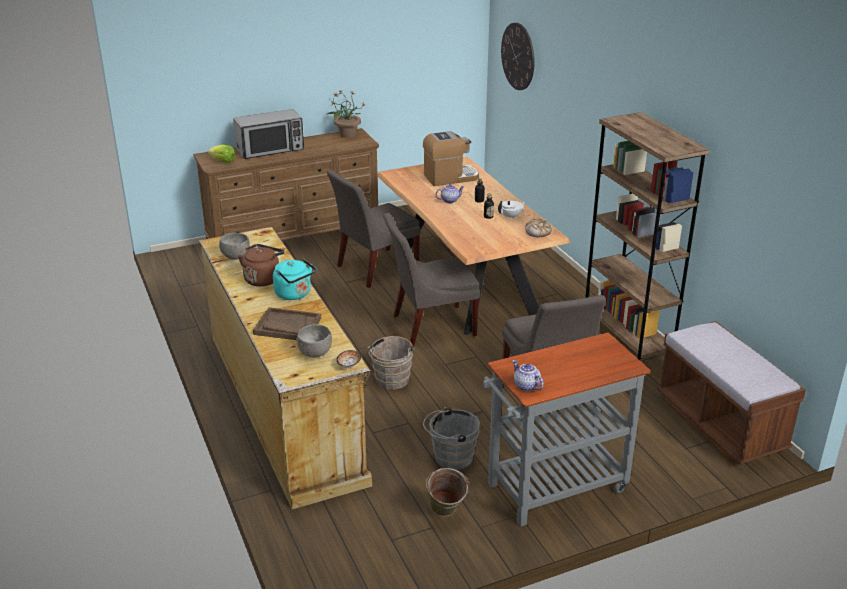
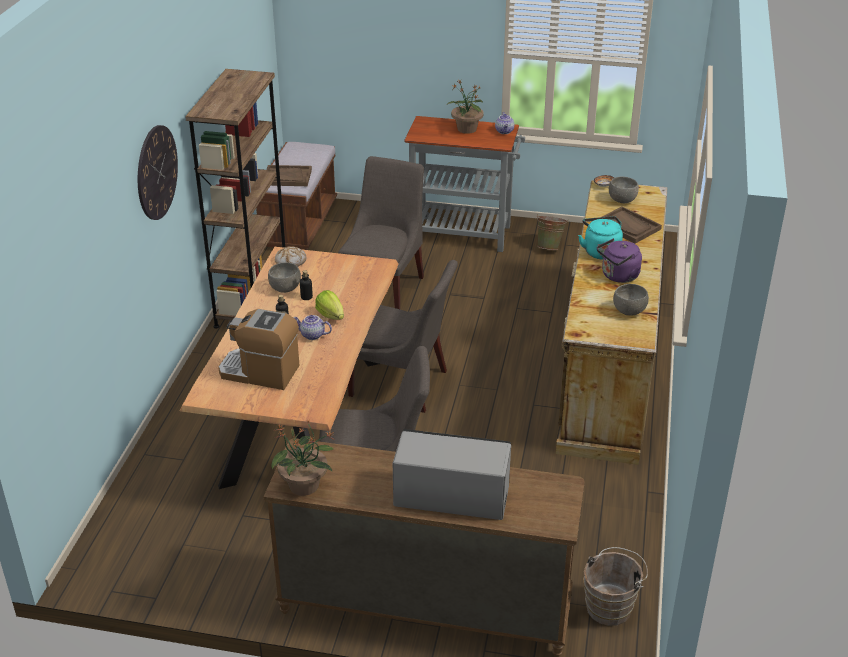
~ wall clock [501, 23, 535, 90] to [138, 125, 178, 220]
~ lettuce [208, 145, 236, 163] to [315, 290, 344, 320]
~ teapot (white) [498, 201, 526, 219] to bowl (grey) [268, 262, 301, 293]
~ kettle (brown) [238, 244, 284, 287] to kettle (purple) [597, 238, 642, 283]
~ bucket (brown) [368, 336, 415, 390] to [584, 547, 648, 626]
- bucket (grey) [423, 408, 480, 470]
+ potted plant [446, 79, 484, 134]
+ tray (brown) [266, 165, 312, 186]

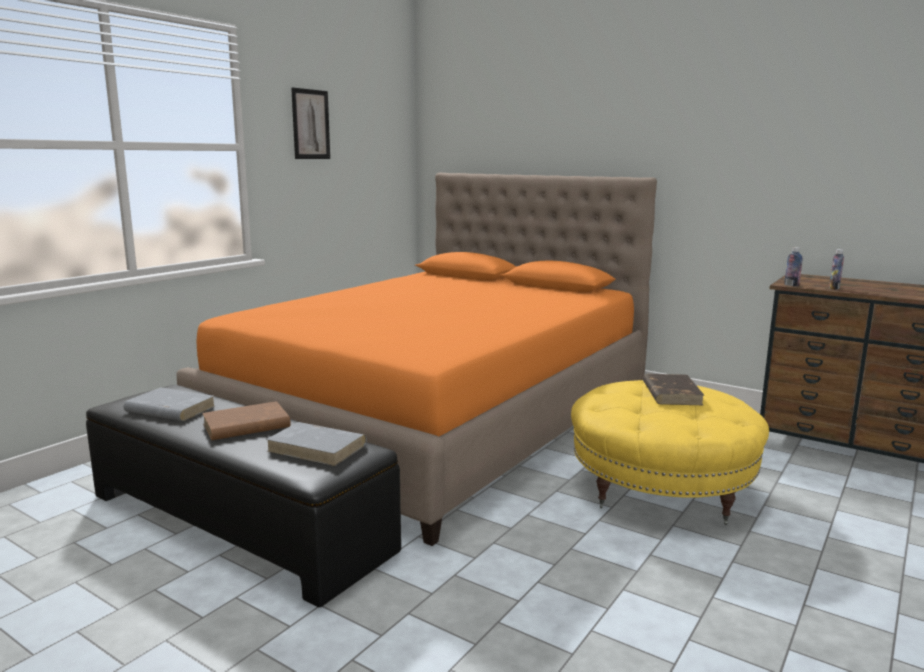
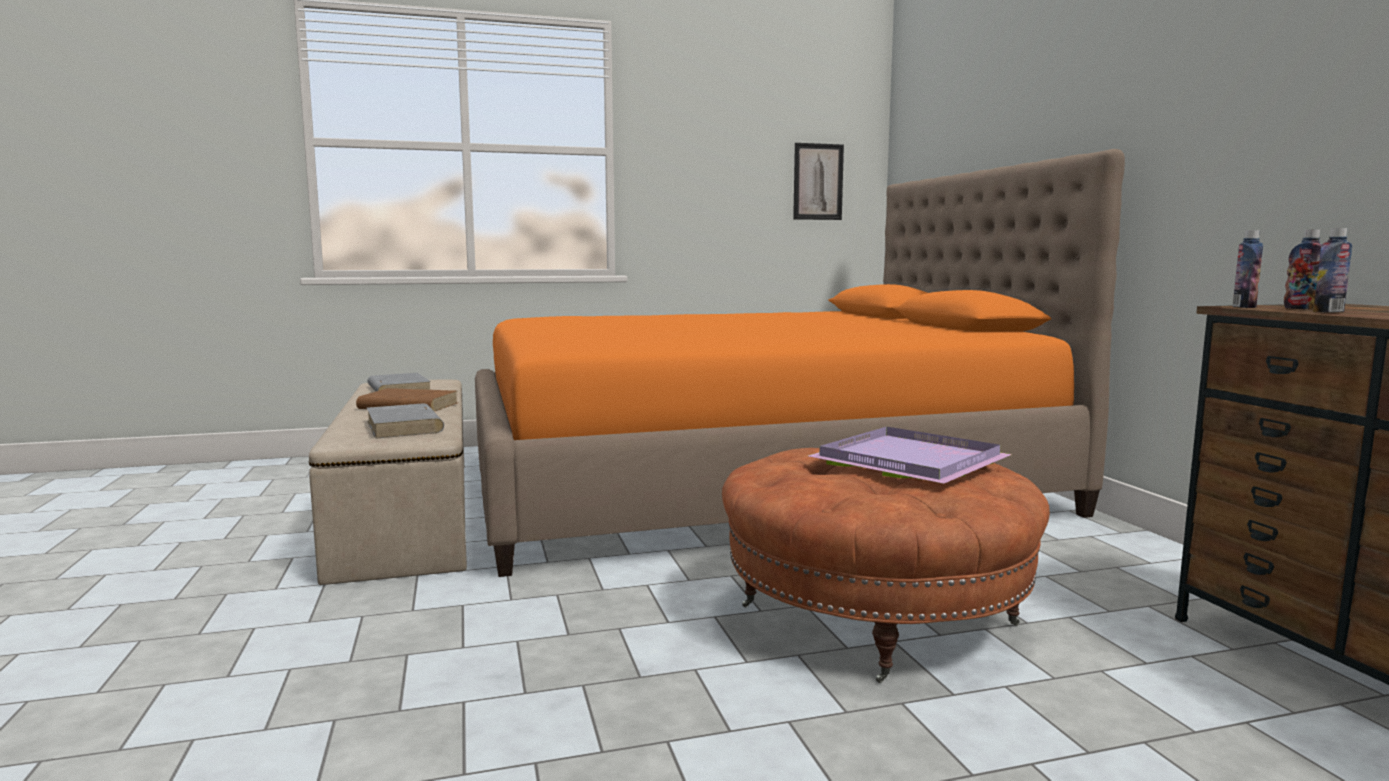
~ picture [291, 87, 330, 159] to [793, 143, 844, 220]
~ book (brown) [643, 374, 705, 405] to tray (purple) [808, 427, 1012, 484]
~ ottoman (yellow) [571, 380, 769, 525] to ottoman (brown) [722, 448, 1050, 683]
~ bench (black) [86, 385, 401, 607] to bench (beige) [309, 380, 467, 585]
+ bottle [1284, 230, 1322, 309]

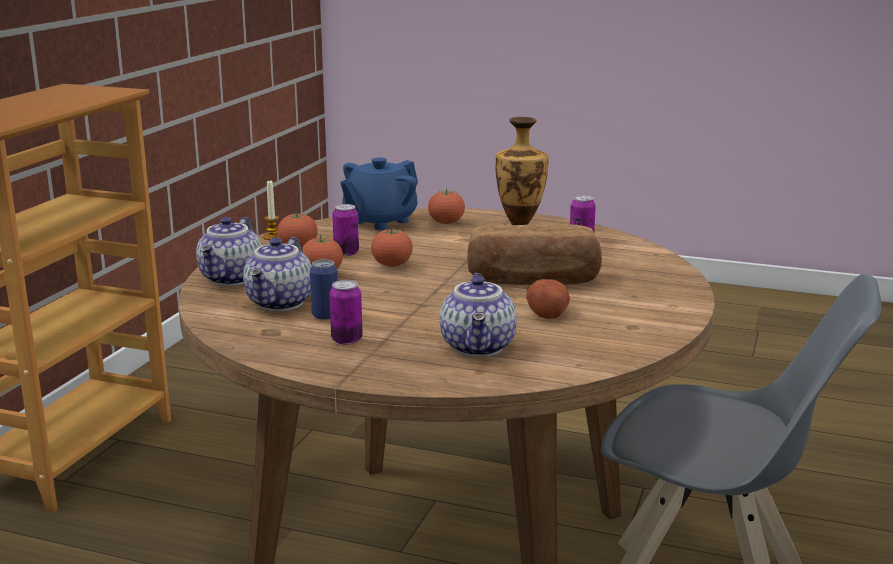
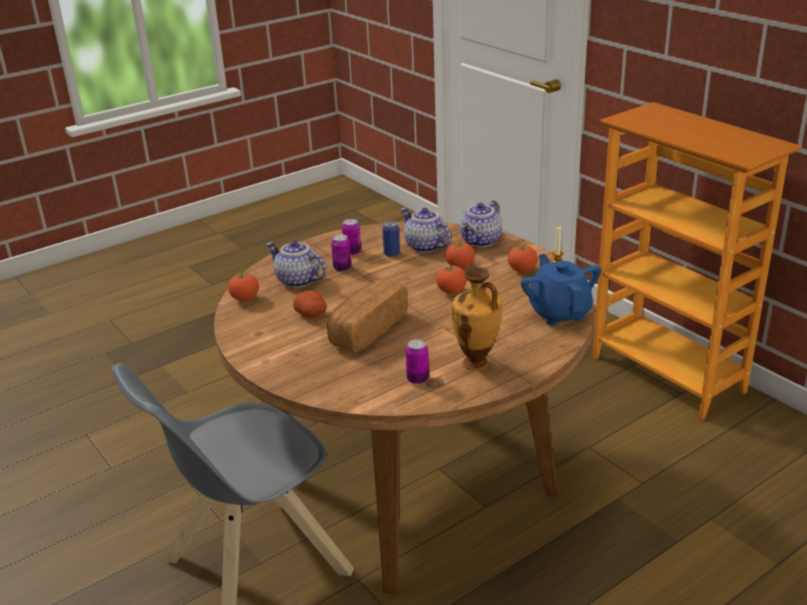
~ tomato [428, 188, 465, 224] to [228, 273, 259, 301]
~ can [332, 204, 359, 256] to [331, 234, 351, 272]
~ teapot [196, 217, 262, 286] = [460, 200, 502, 247] 105 degrees counterclockwise

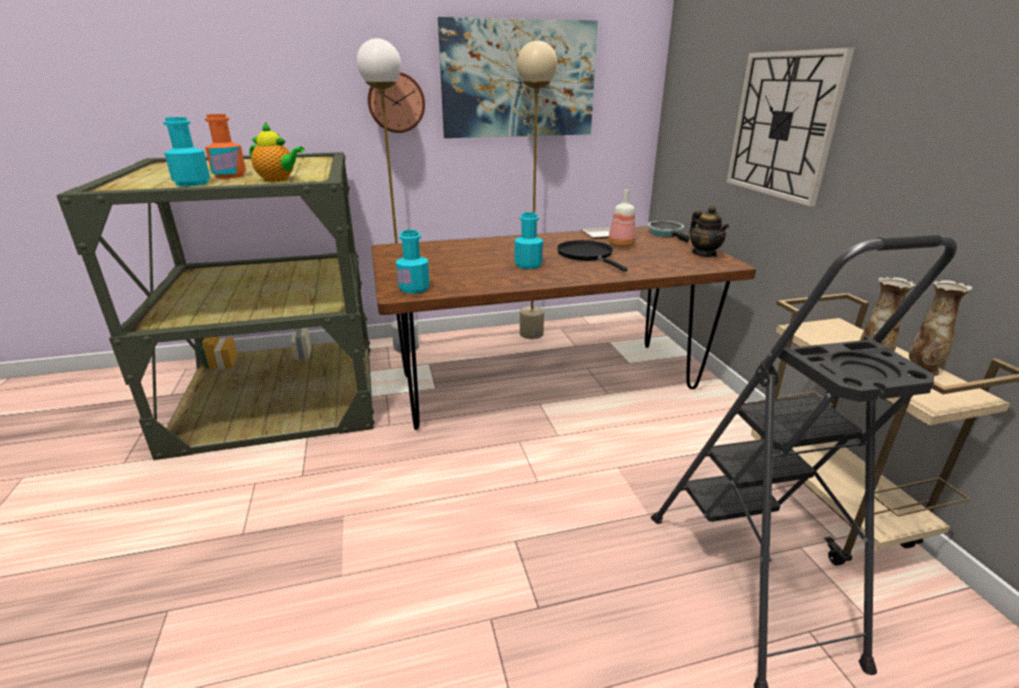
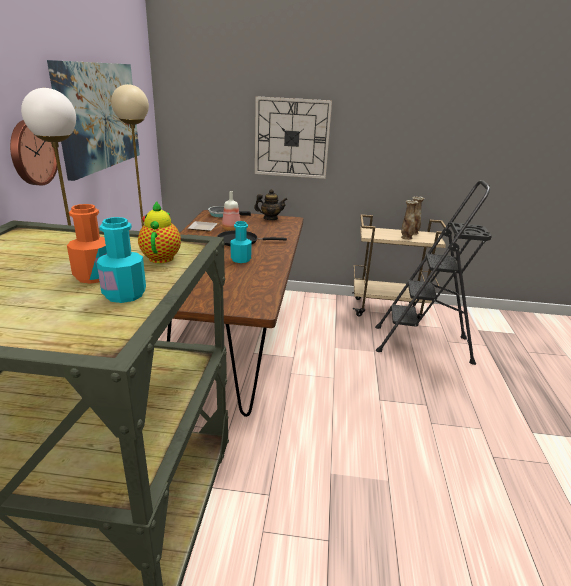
~ teapot [249, 122, 305, 182] = [138, 201, 181, 263] 45 degrees counterclockwise
- bottle (turquoise) [396, 230, 430, 294]

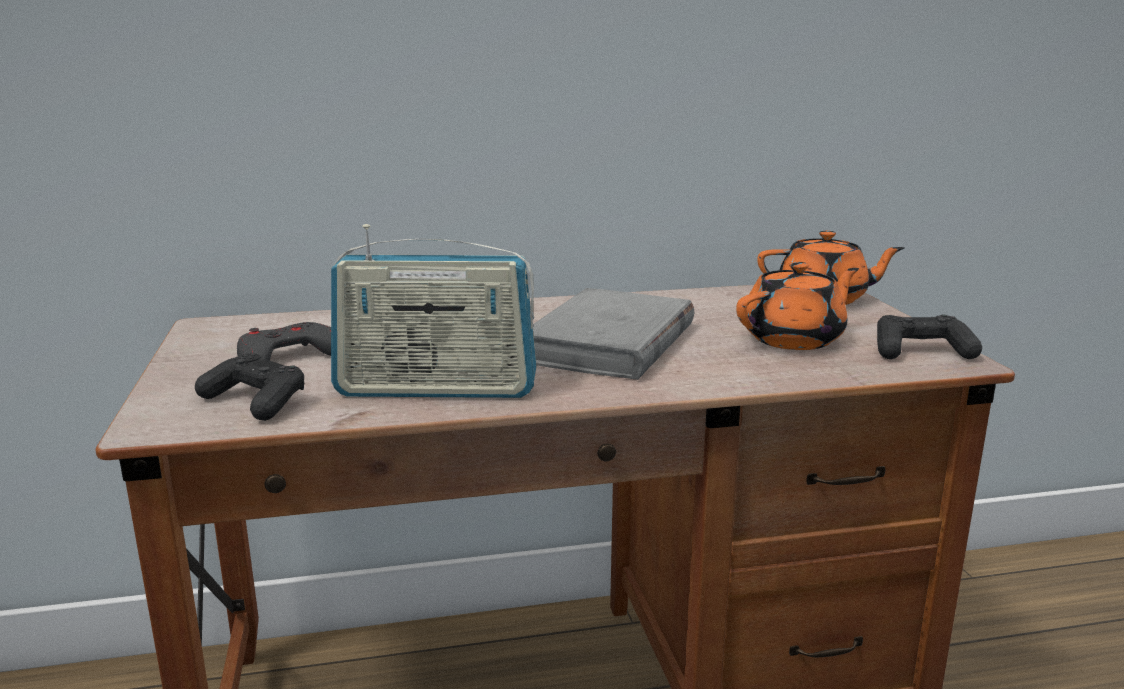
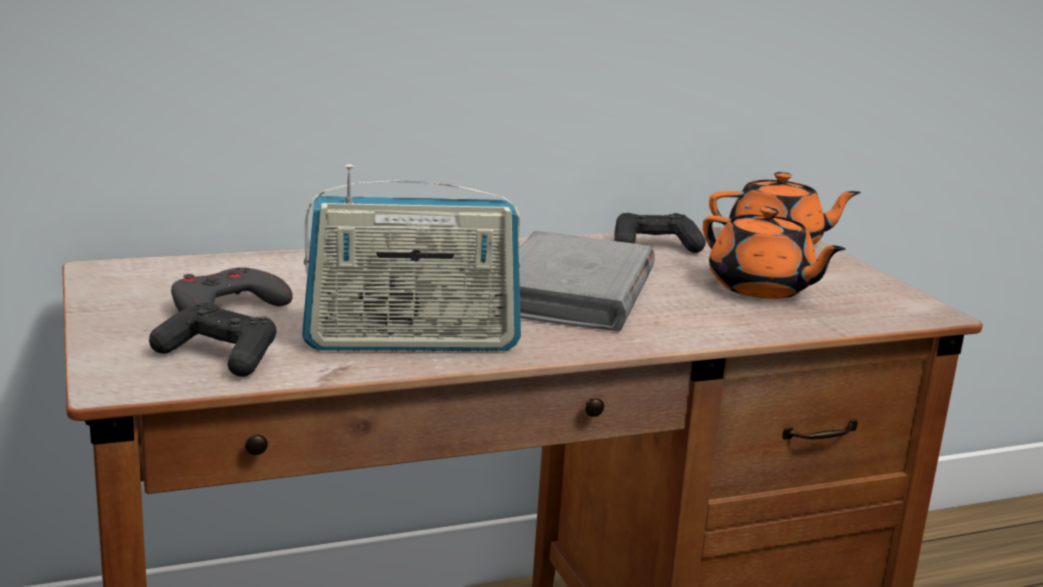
~ teapot (orange) [736, 262, 859, 350] = [703, 206, 846, 299] 90 degrees clockwise
~ game controller (black) [877, 314, 982, 359] to [614, 213, 706, 253]

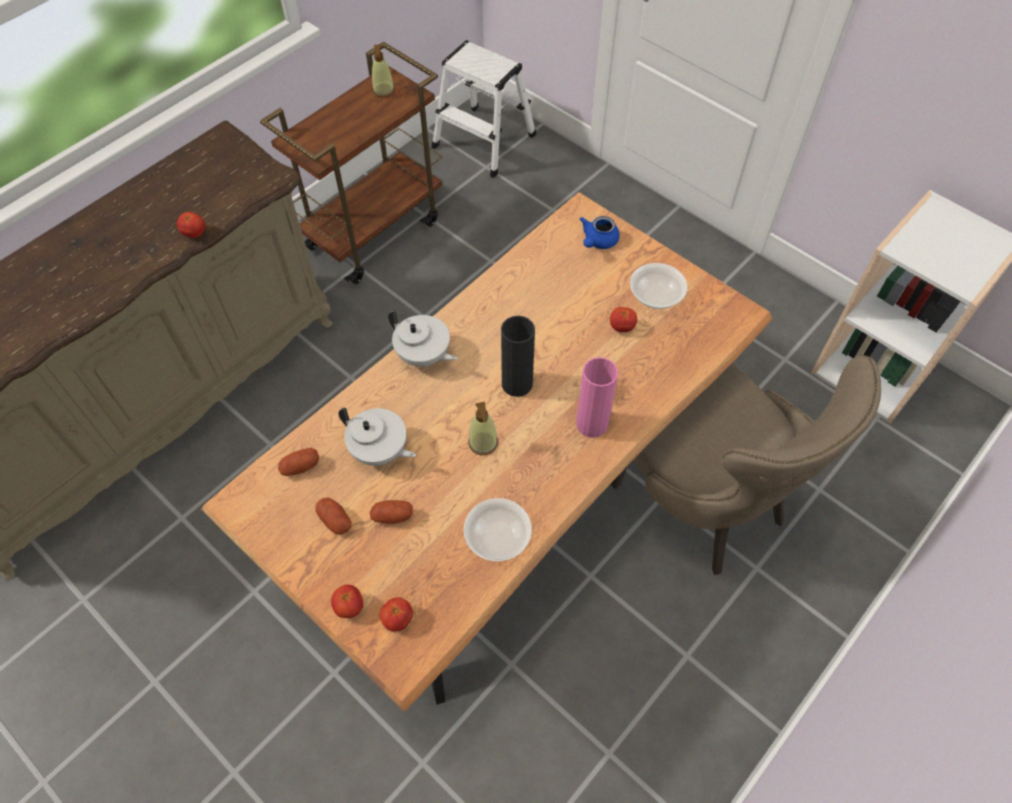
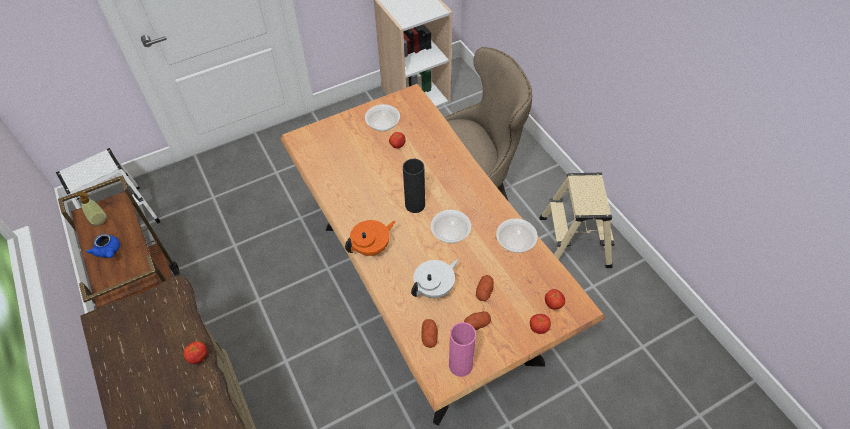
~ teapot (blue) [580, 216, 620, 249] to [86, 234, 120, 258]
~ teapot (white) [388, 310, 458, 367] to teapot (orange) [345, 220, 396, 256]
~ vase (pink) [576, 357, 618, 438] to [449, 322, 476, 377]
~ soap dispenser [468, 402, 498, 455] to bowl [431, 210, 471, 243]
+ step ladder (beige) [539, 173, 615, 268]

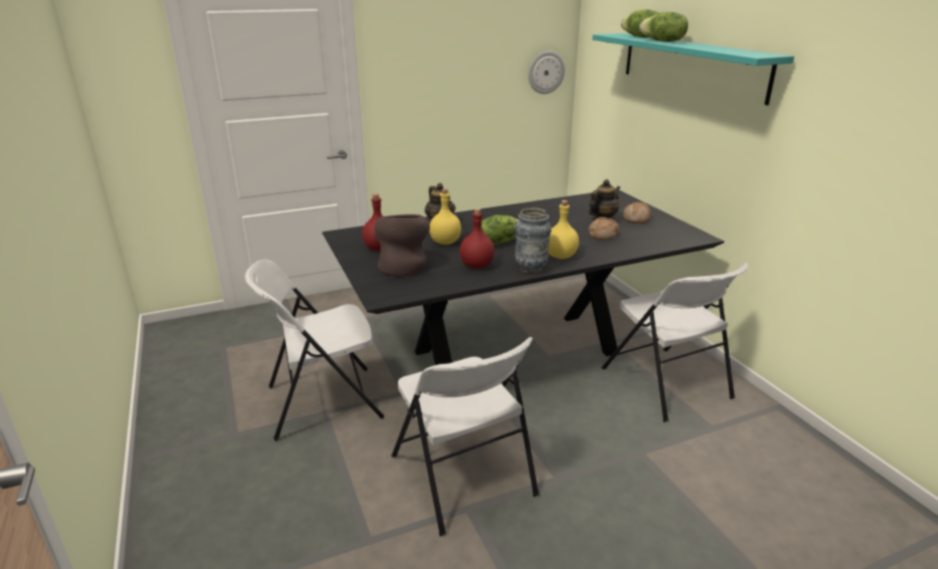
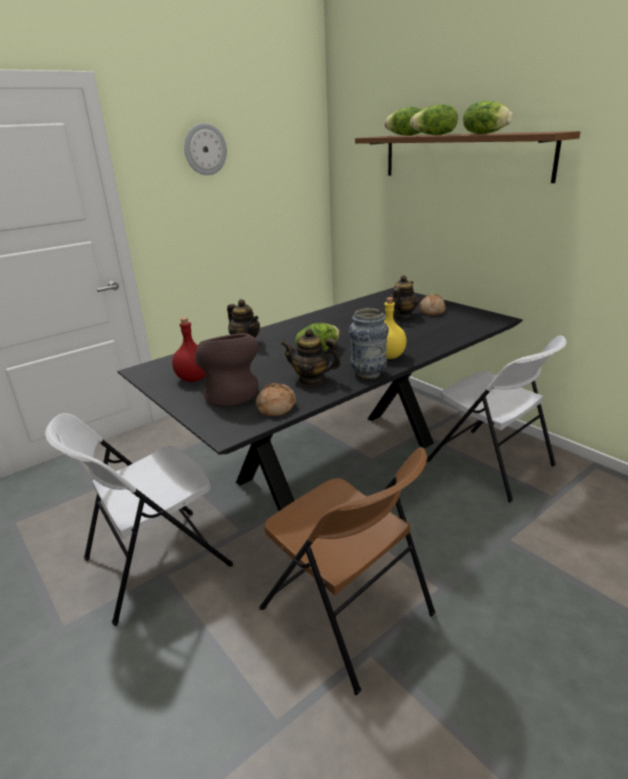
~ shelf (turquoise) [592, 33, 794, 105] to shelf (brown) [355, 131, 581, 183]
~ wall clock [528, 51, 565, 94] to [184, 123, 227, 175]
- bottle (yellow) [429, 188, 461, 245]
~ bottle (red) [459, 208, 495, 269] to teapot [282, 329, 341, 386]
~ bread [589, 217, 619, 240] to [256, 383, 296, 416]
~ chair (white) [391, 337, 539, 537] to chair (brown) [259, 447, 436, 695]
+ lettuce [463, 101, 513, 134]

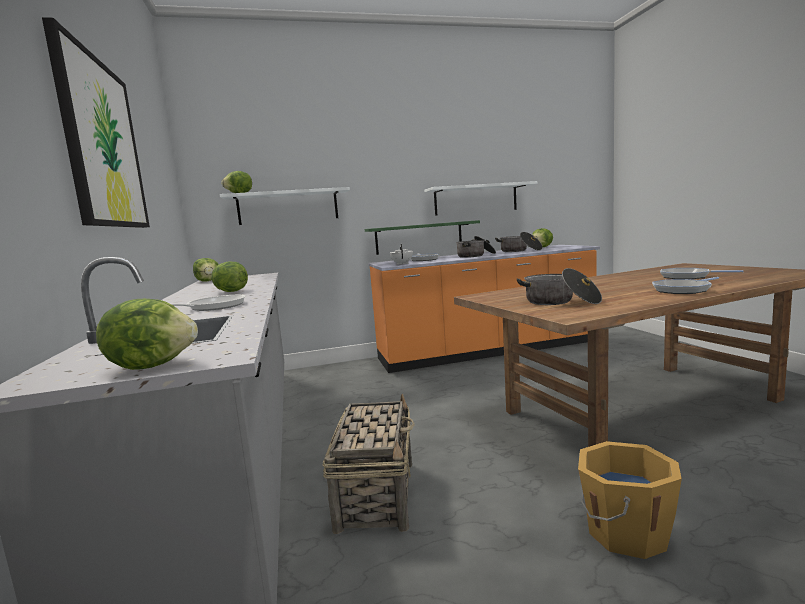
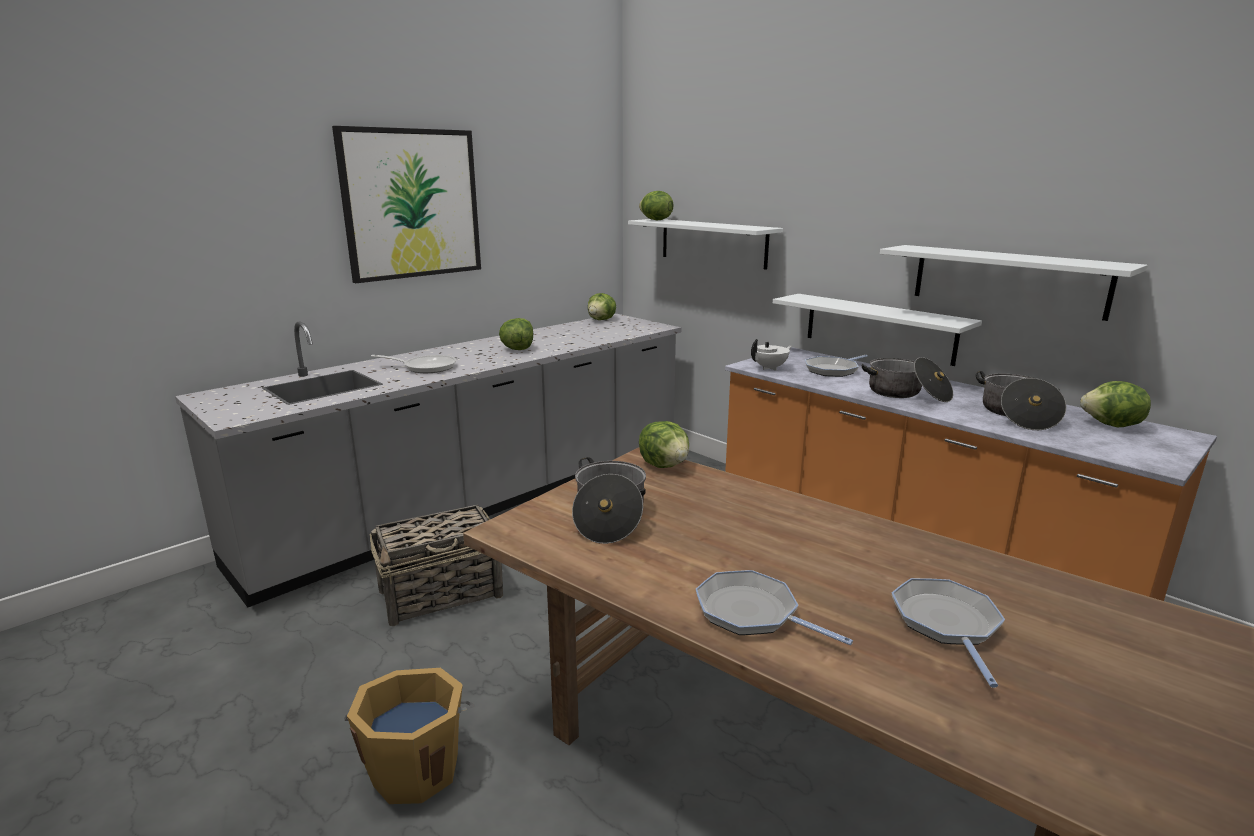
~ shelf (green) [365, 220, 480, 255] to shelf (white) [773, 294, 982, 366]
~ lettuce [96, 299, 198, 370] to [639, 421, 689, 468]

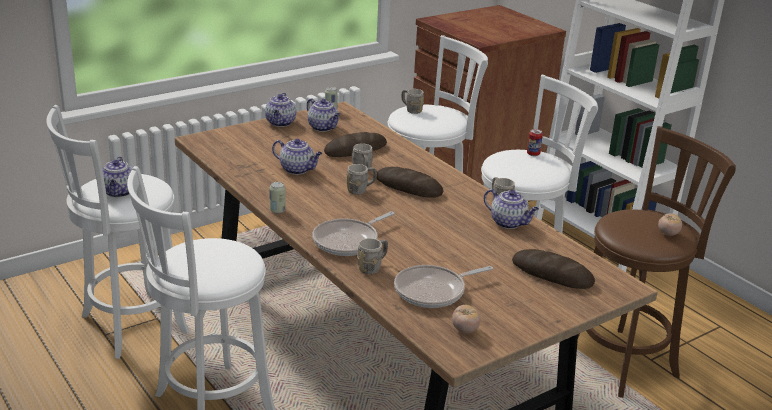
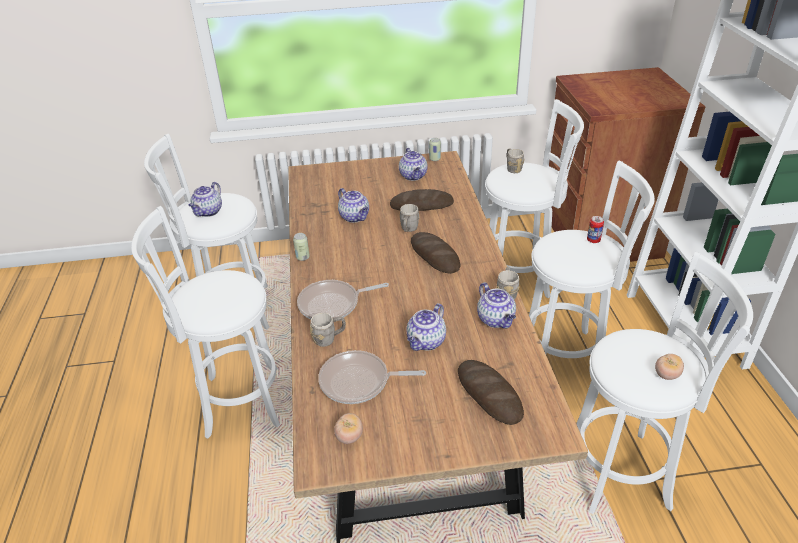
~ teapot [265, 93, 296, 127] to [406, 303, 446, 351]
~ stool (brown) [578, 126, 736, 398] to stool (white) [576, 251, 753, 514]
- mug (grey) [347, 164, 377, 195]

